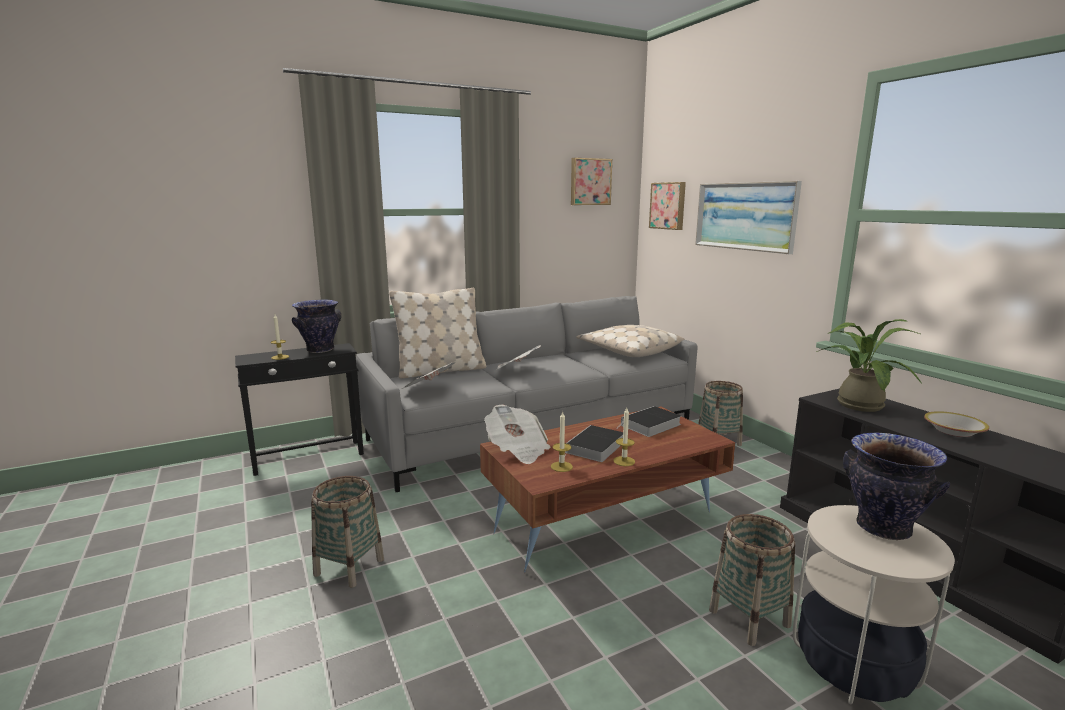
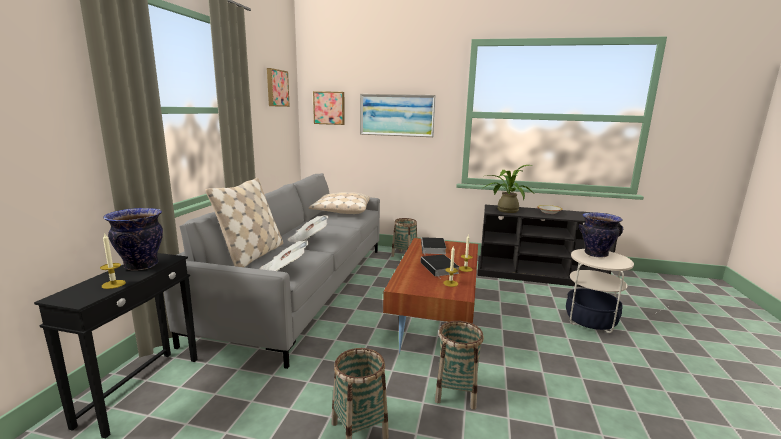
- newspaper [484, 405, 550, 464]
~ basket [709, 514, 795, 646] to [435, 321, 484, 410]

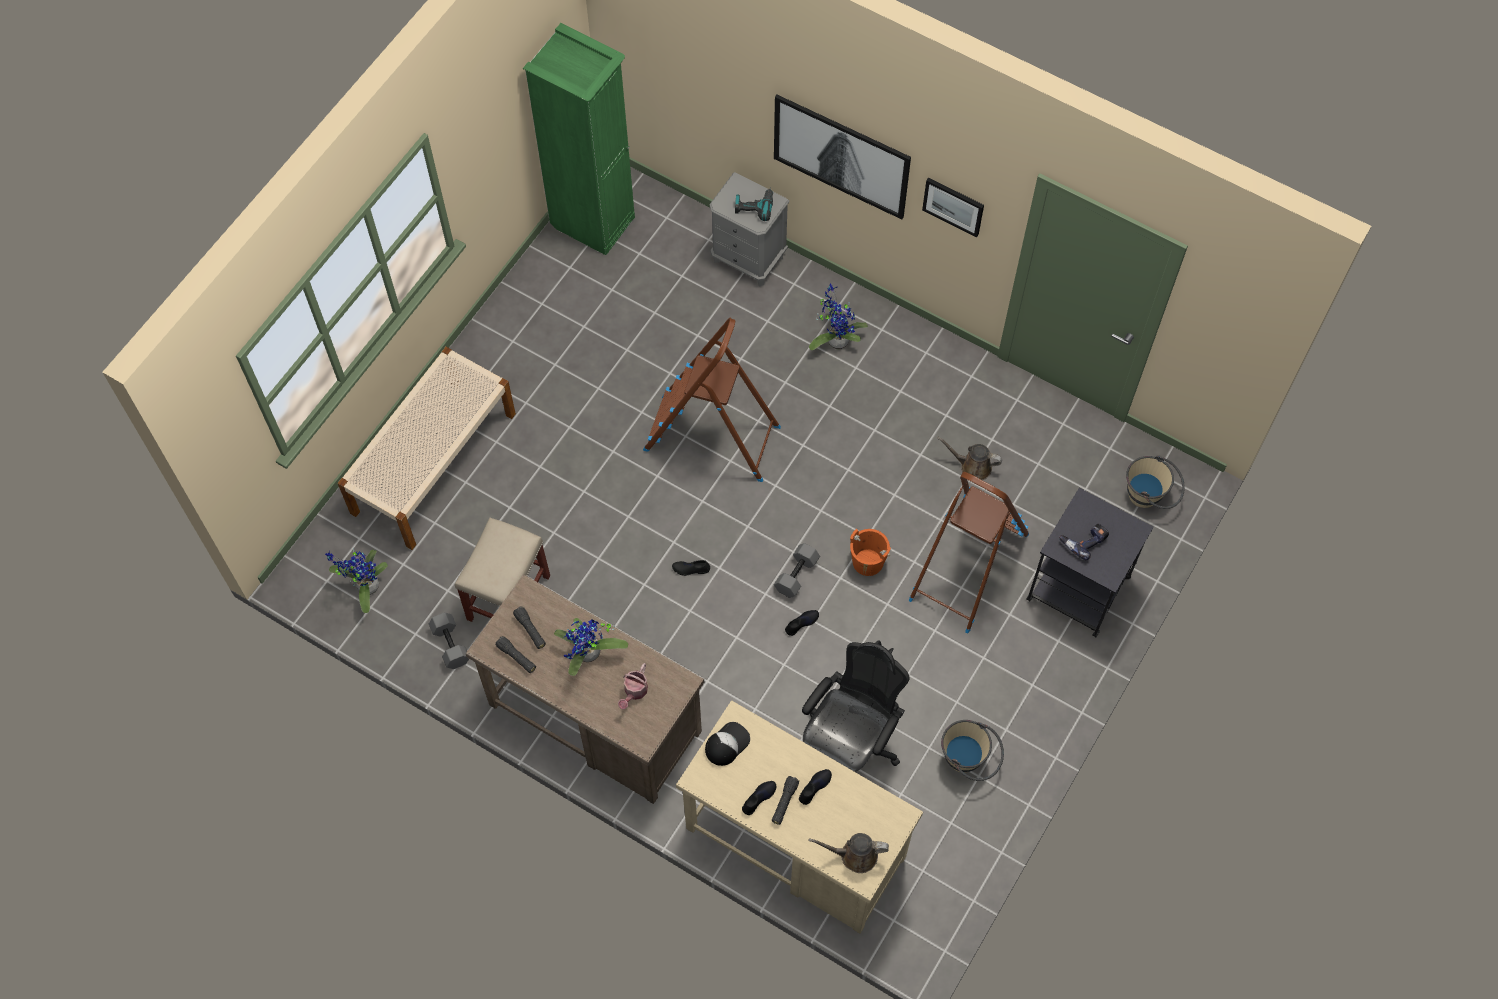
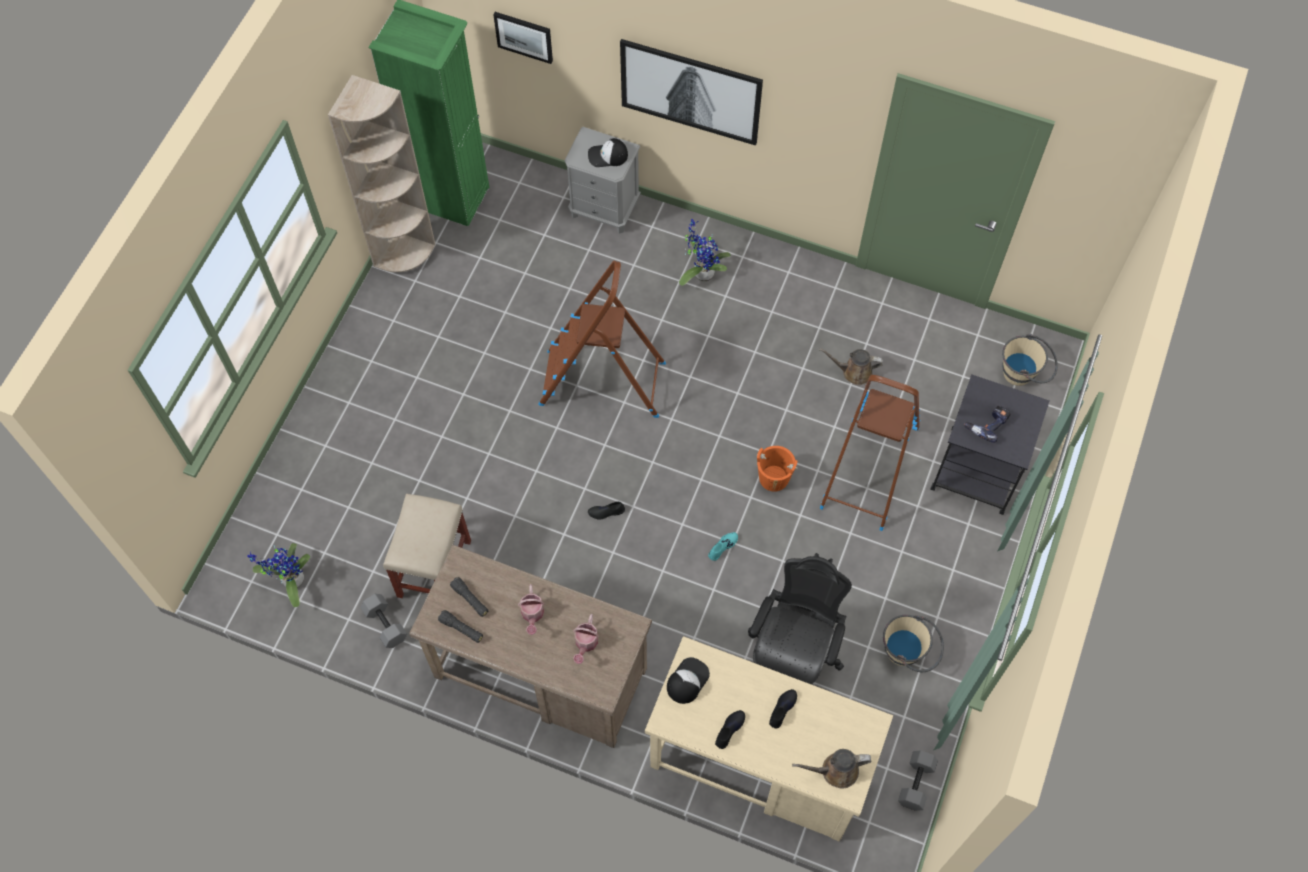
~ picture [922, 177, 984, 237] to [493, 12, 553, 64]
~ power drill [735, 187, 773, 221] to cap [588, 138, 628, 167]
- bench (beige) [338, 347, 516, 550]
~ dumbbell (grey) [774, 543, 820, 598] to [898, 750, 938, 811]
~ shoe (black) [785, 610, 819, 636] to shoe (turquoise) [708, 532, 738, 561]
~ potted plant [554, 618, 628, 676] to watering can [518, 584, 544, 635]
- flashlight (black) [772, 776, 799, 825]
+ bookcase (beige) [328, 75, 436, 272]

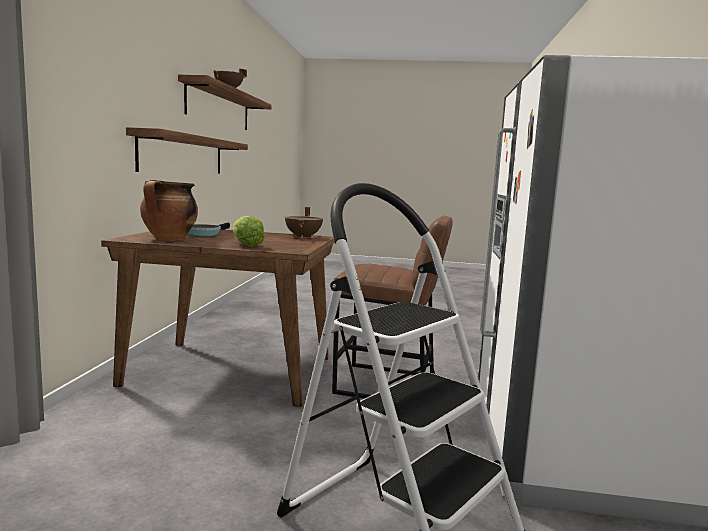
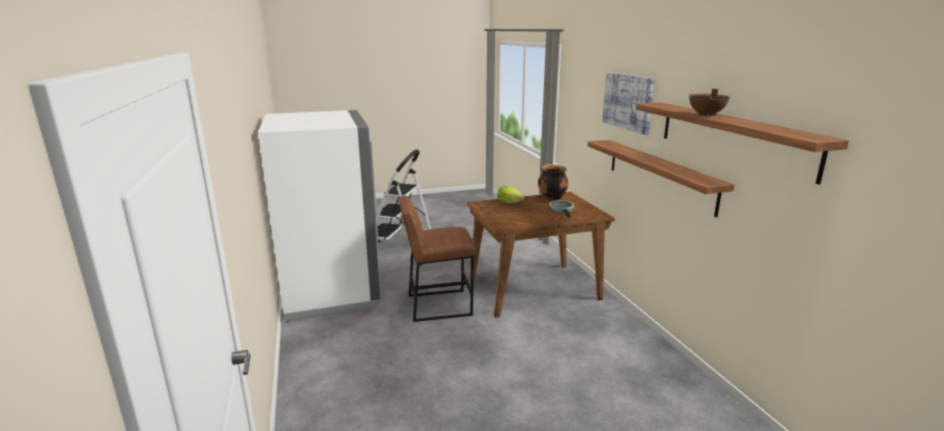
- cooking pot (brown) [285, 207, 323, 238]
+ picture [602, 72, 655, 135]

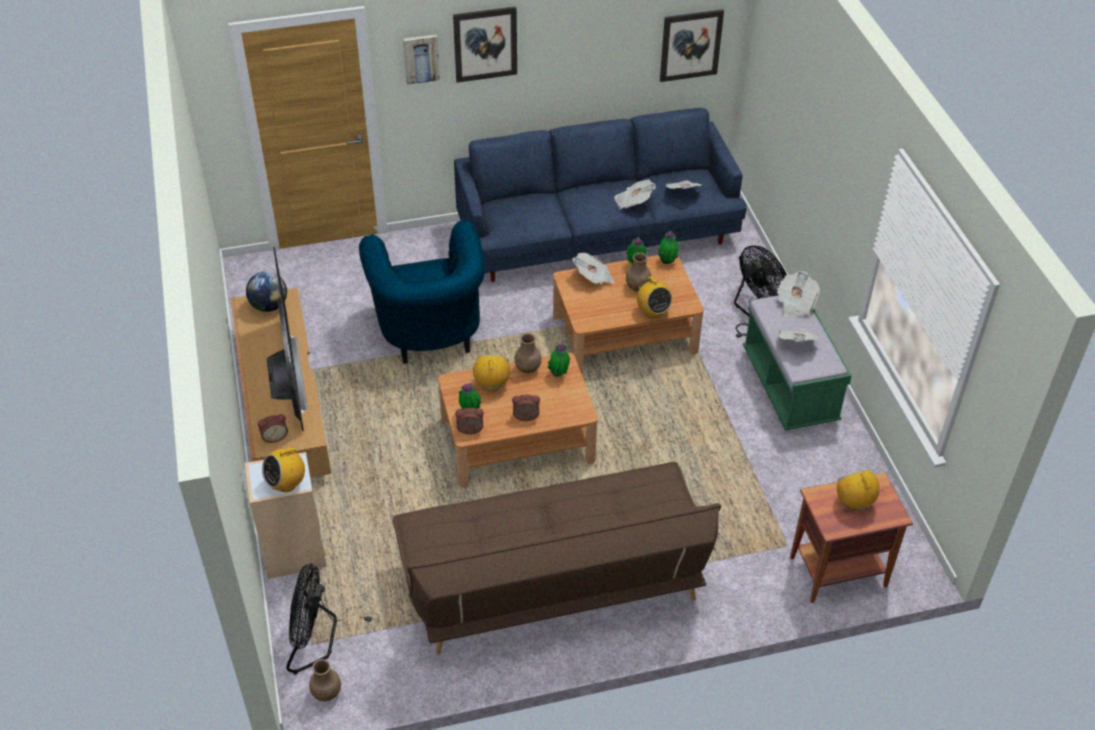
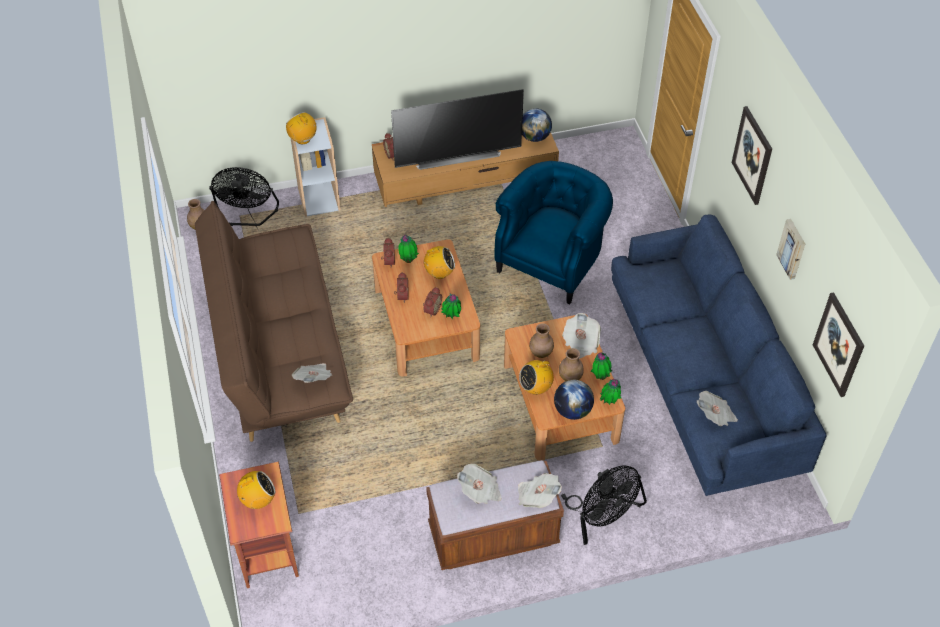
~ picture [403, 34, 440, 85] to [776, 219, 805, 280]
~ newspaper [614, 179, 656, 209] to [292, 363, 333, 383]
~ armchair (blue) [359, 220, 485, 364] = [494, 161, 613, 304] 135 degrees clockwise
~ bench (green) [743, 295, 852, 431] to bench (brown) [426, 460, 564, 570]
~ vase (brown) [514, 333, 542, 373] to [529, 323, 554, 358]
+ alarm clock [423, 287, 442, 316]
+ globe [554, 380, 594, 420]

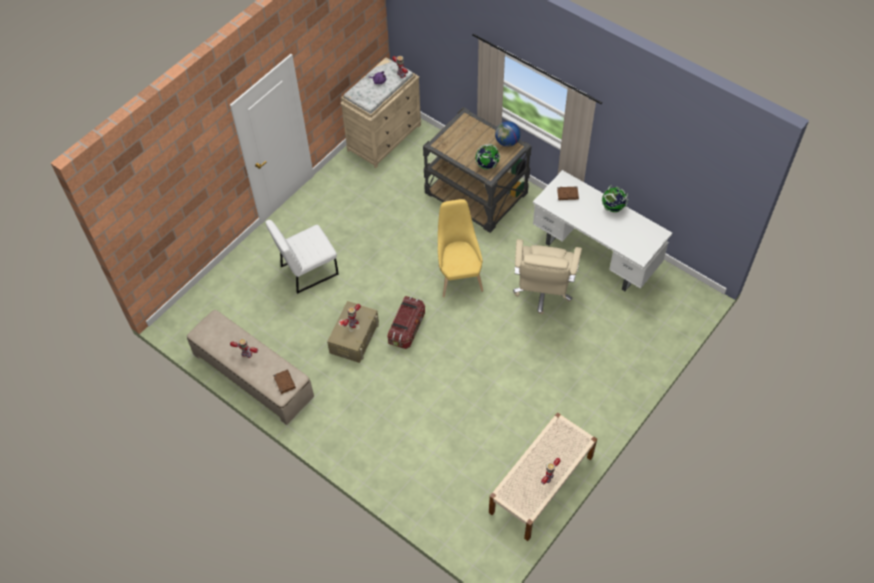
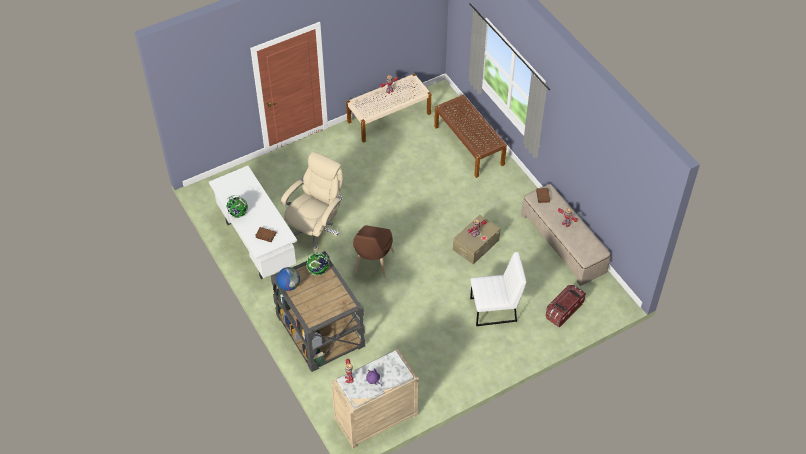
~ chair (yellow) [438, 199, 483, 298] to chair (brown) [353, 225, 394, 278]
~ storage box [388, 296, 425, 349] to [546, 285, 586, 327]
+ bench (brown) [434, 94, 507, 178]

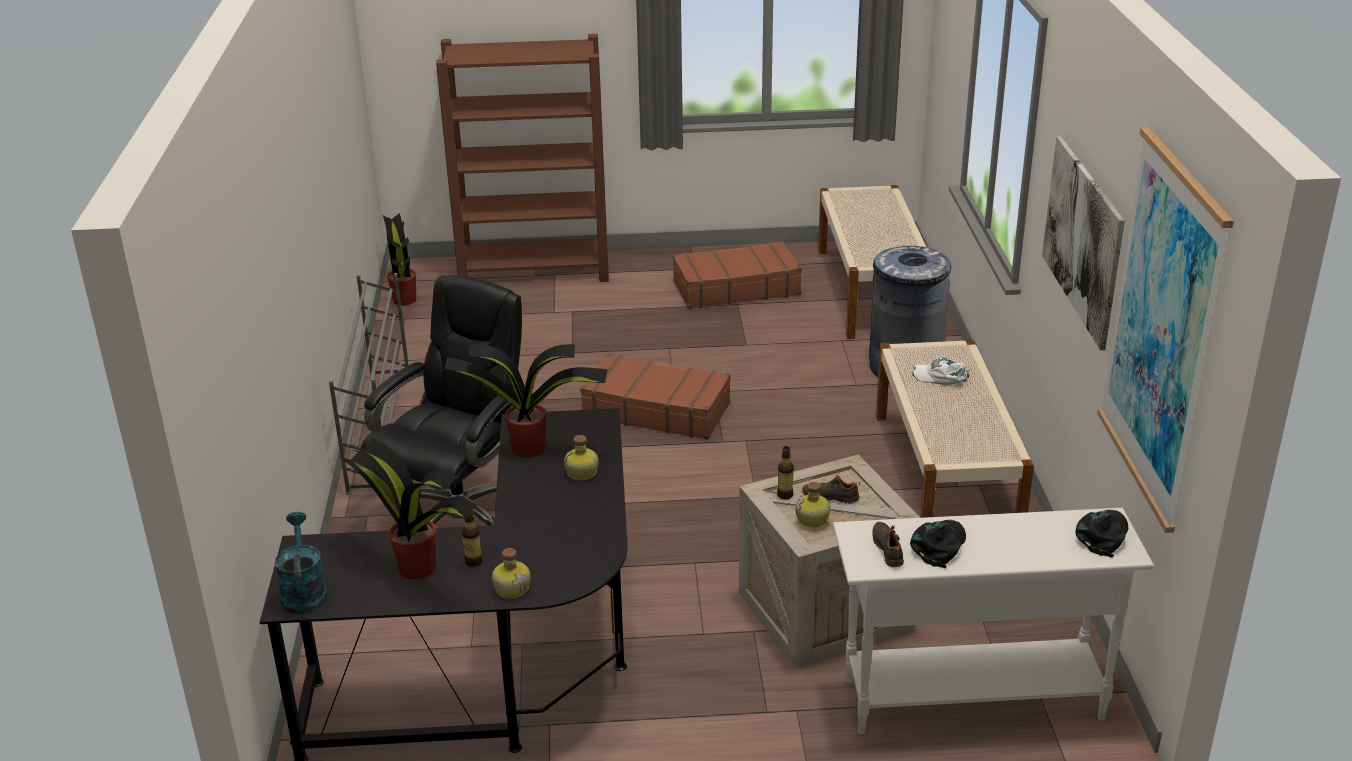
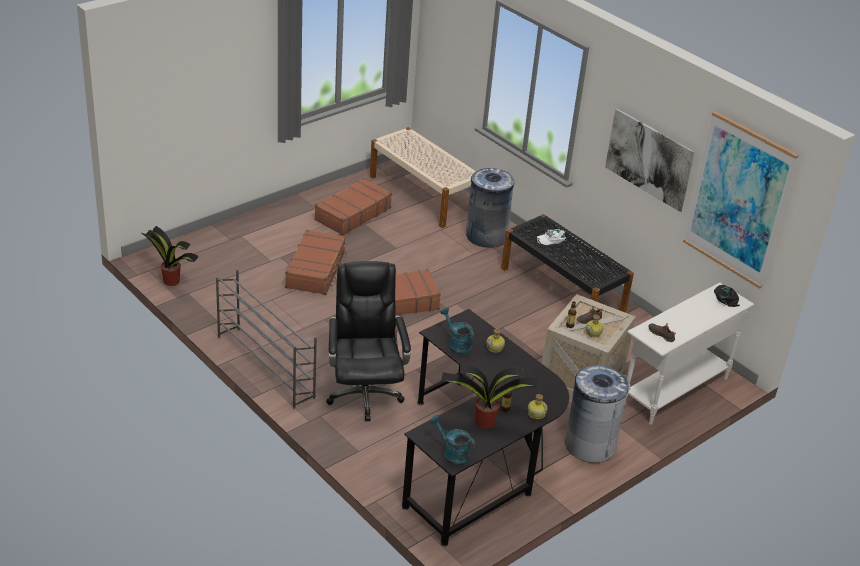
- bookcase (brown) [436, 34, 609, 282]
~ bench (beige) [876, 340, 1034, 518] to bench (black) [501, 214, 634, 312]
~ potted plant [441, 344, 608, 458] to watering can (turquoise) [440, 308, 474, 355]
- cap (black) [910, 520, 966, 568]
+ suitcase (brown) [285, 230, 347, 295]
+ trash can (grey) [565, 365, 629, 463]

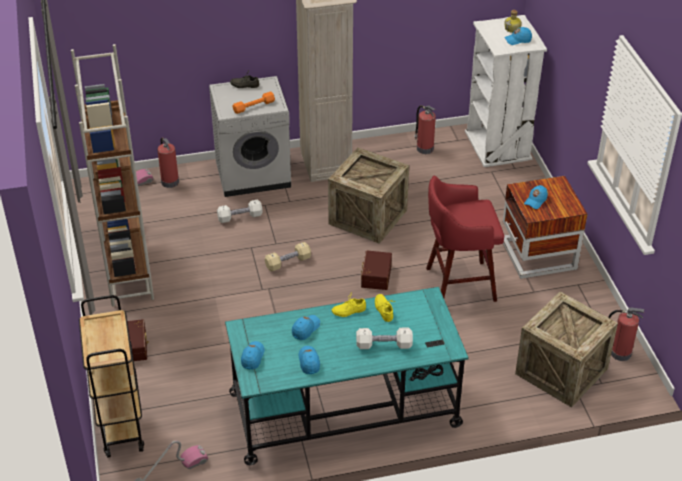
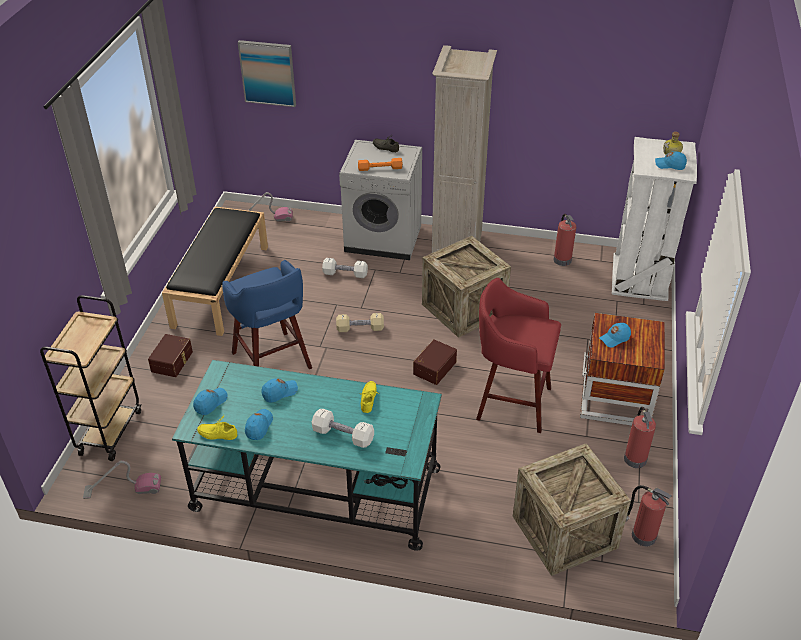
~ bookcase (brown) [71, 44, 154, 307] to bench (black) [162, 207, 268, 336]
~ fire extinguisher [157, 137, 179, 188] to [624, 407, 656, 468]
~ shoe (yellow) [332, 293, 366, 317] to [197, 415, 237, 440]
+ picture [238, 40, 296, 107]
+ stool (blue) [222, 260, 312, 369]

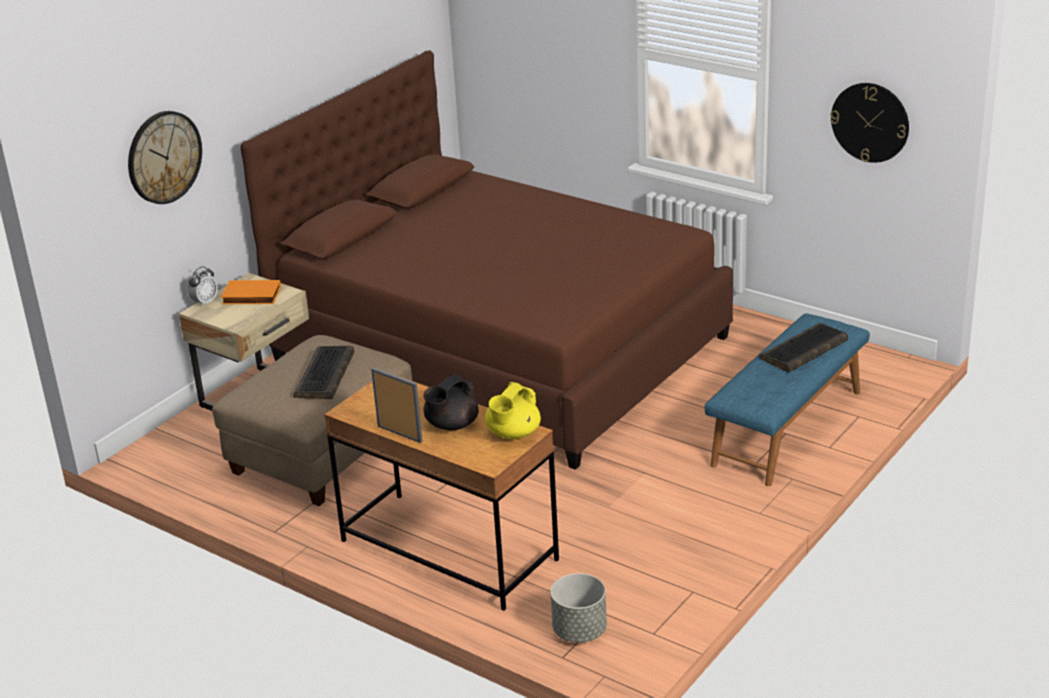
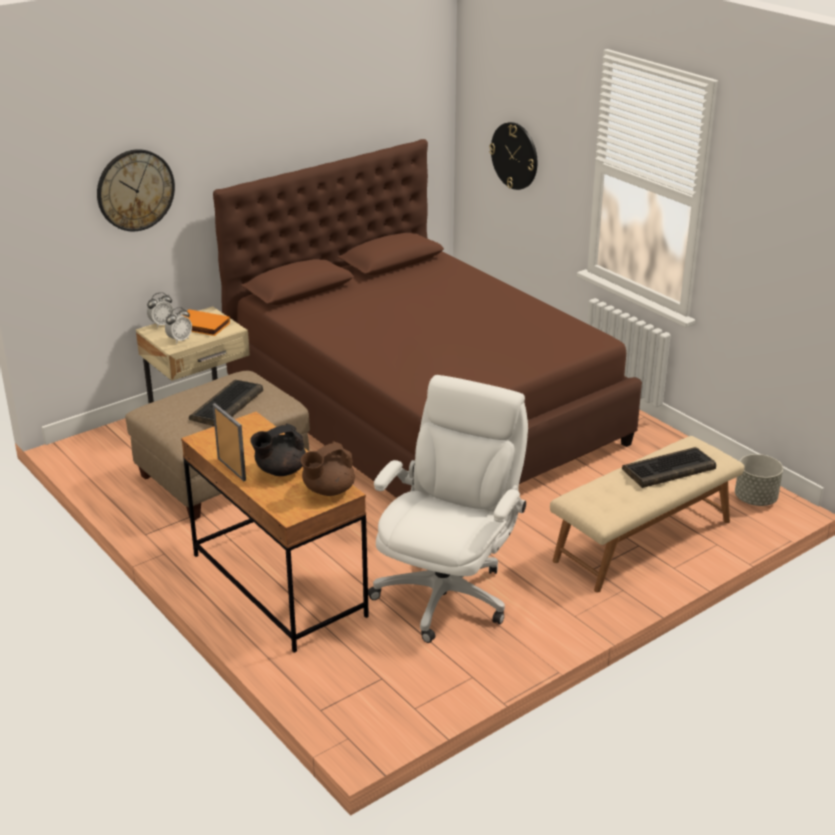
~ wall clock [830, 83, 909, 163] to [489, 122, 537, 190]
~ bench (blue) [705, 313, 870, 486] to bench (beige) [550, 436, 744, 592]
~ teapot (yellow) [485, 382, 541, 439] to teapot (brown) [300, 442, 355, 496]
~ planter (grey) [550, 573, 607, 643] to [735, 454, 783, 506]
+ alarm clock [165, 307, 192, 344]
+ office chair (white) [368, 375, 528, 643]

